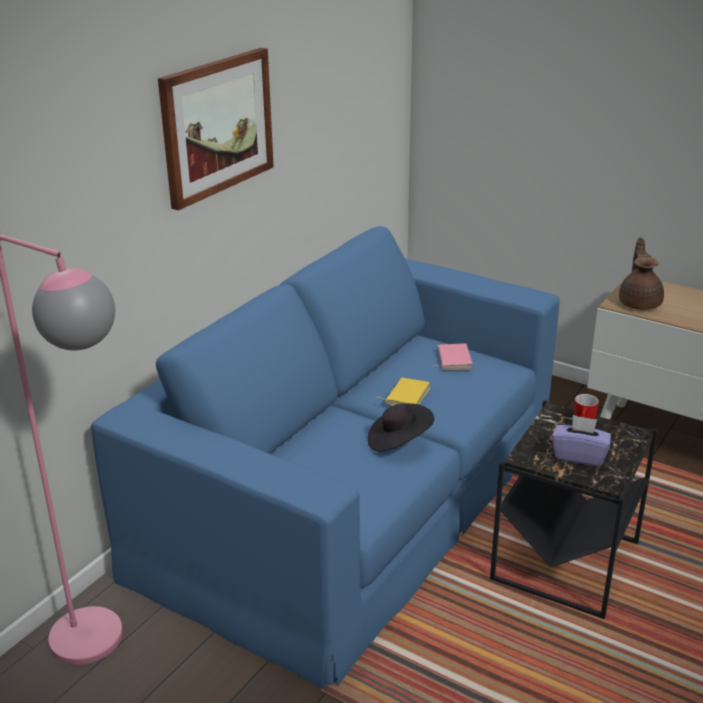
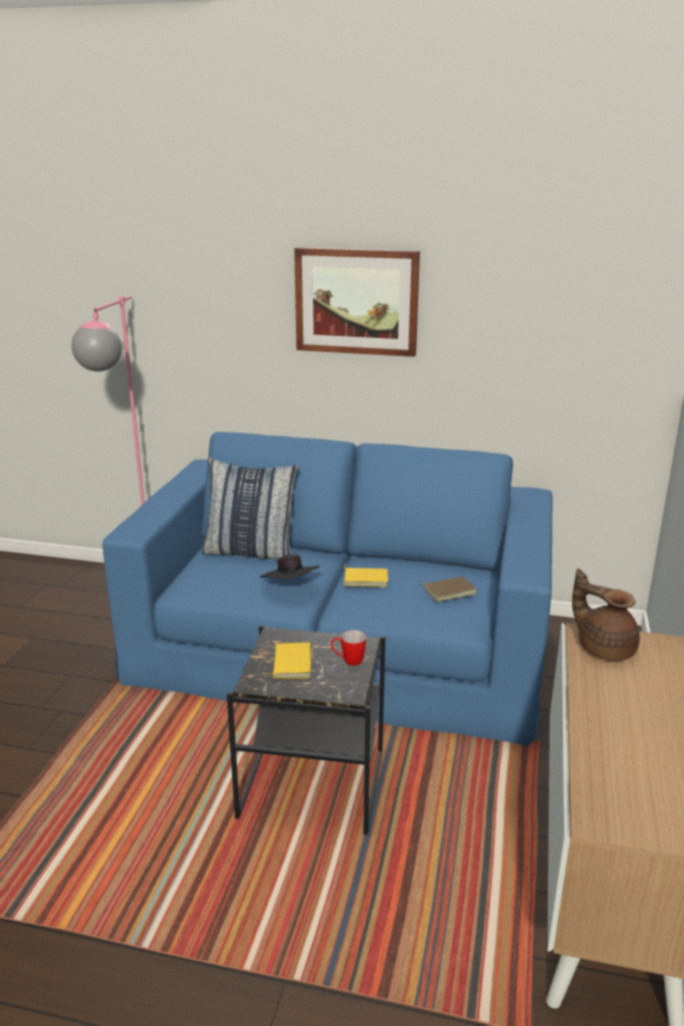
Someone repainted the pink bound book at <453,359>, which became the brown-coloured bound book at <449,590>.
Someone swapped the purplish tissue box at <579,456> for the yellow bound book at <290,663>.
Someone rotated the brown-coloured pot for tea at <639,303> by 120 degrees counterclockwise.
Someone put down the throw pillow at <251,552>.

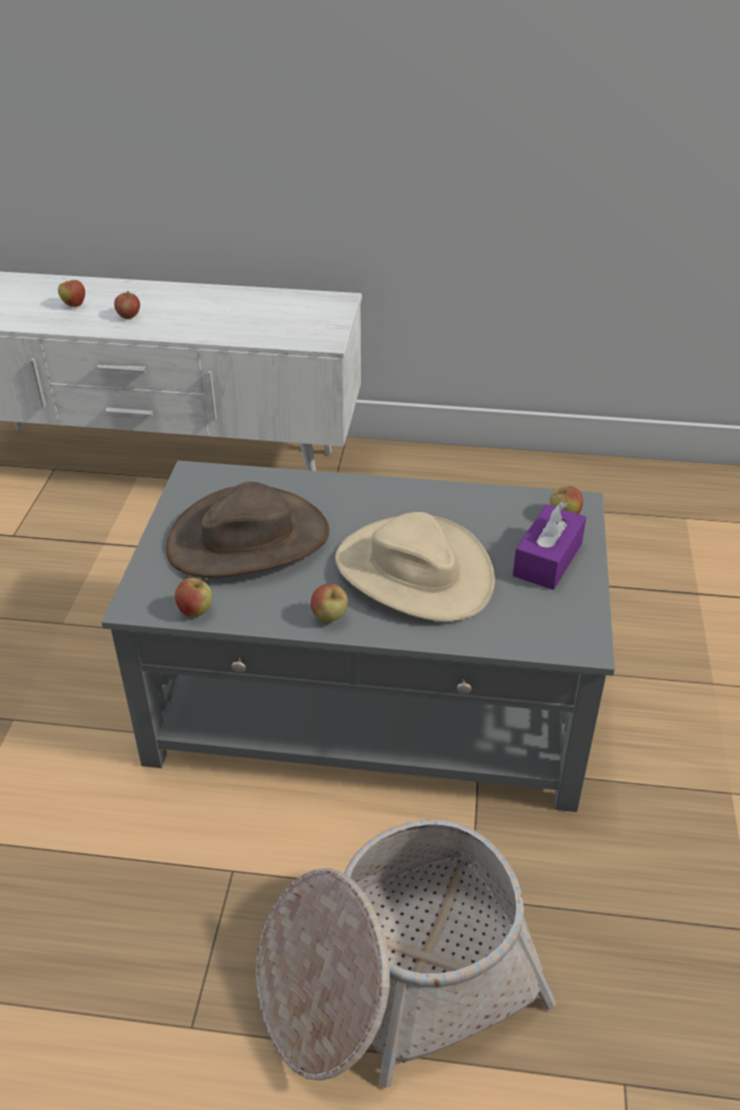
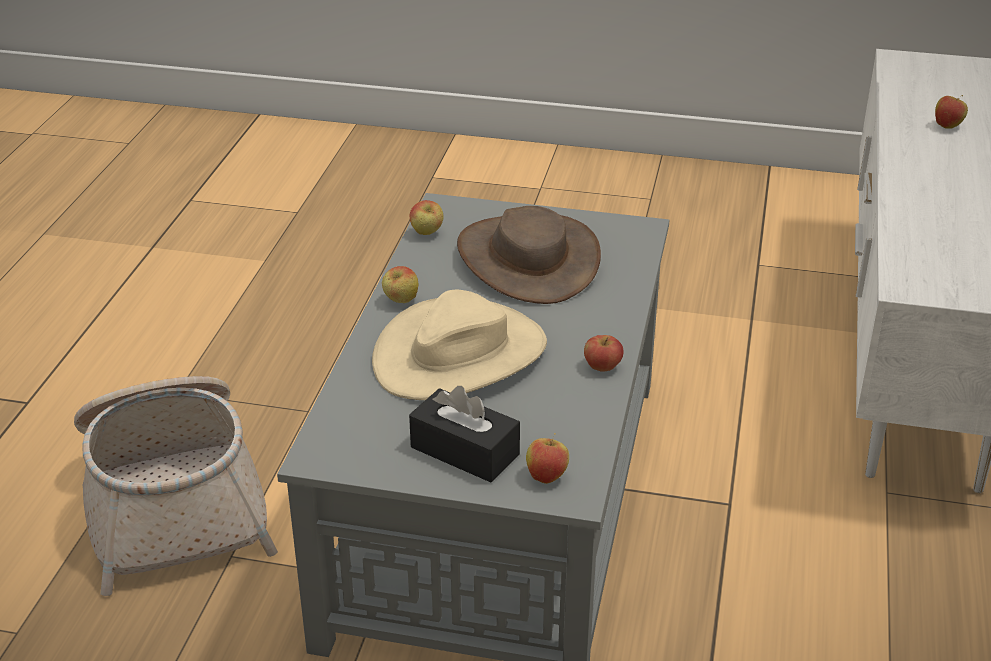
Someone carried the whole apple from <128,316> to <602,367>.
Someone repainted the purplish tissue box at <547,559>, which became the black tissue box at <464,451>.

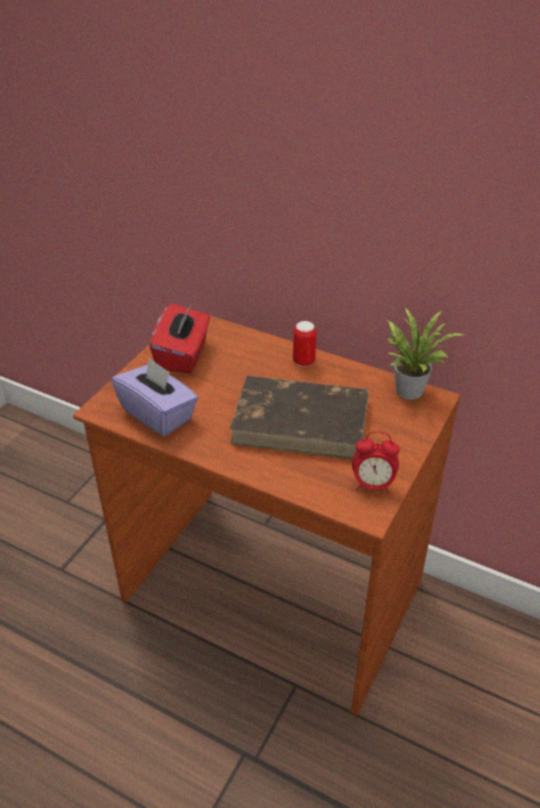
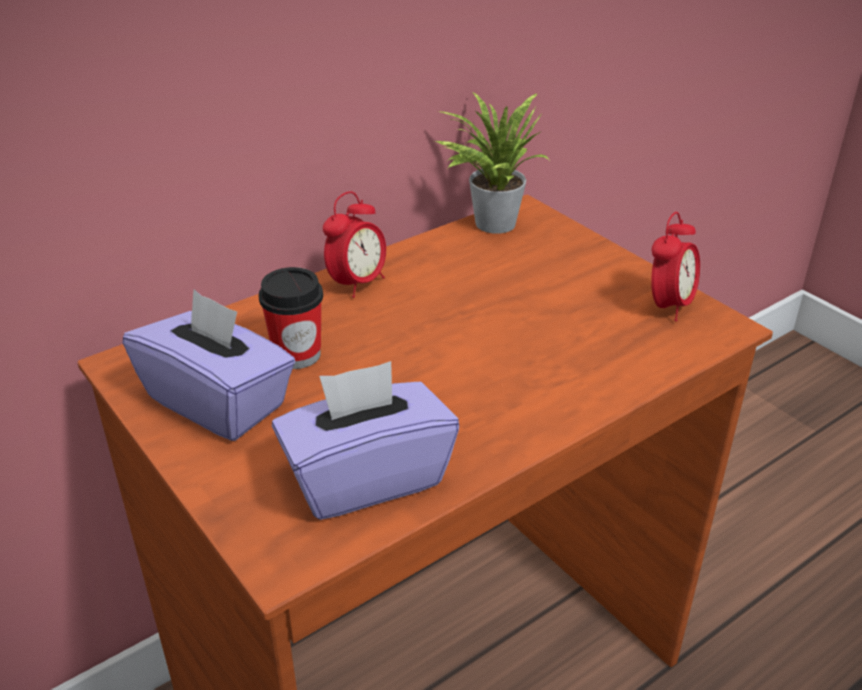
Someone repainted the red-coloured tissue box at <183,355>, which became the purplish tissue box at <218,401>.
Someone took away the brown-coloured bound book at <302,421>.
Someone swapped the can at <303,361> for the bedside clock at <357,284>.
Someone put down the small cup at <297,354>.

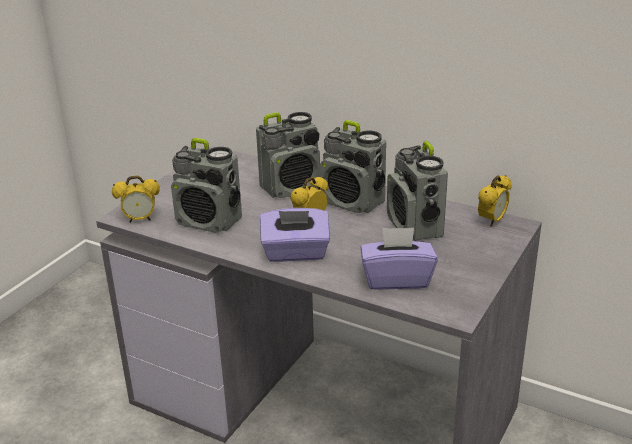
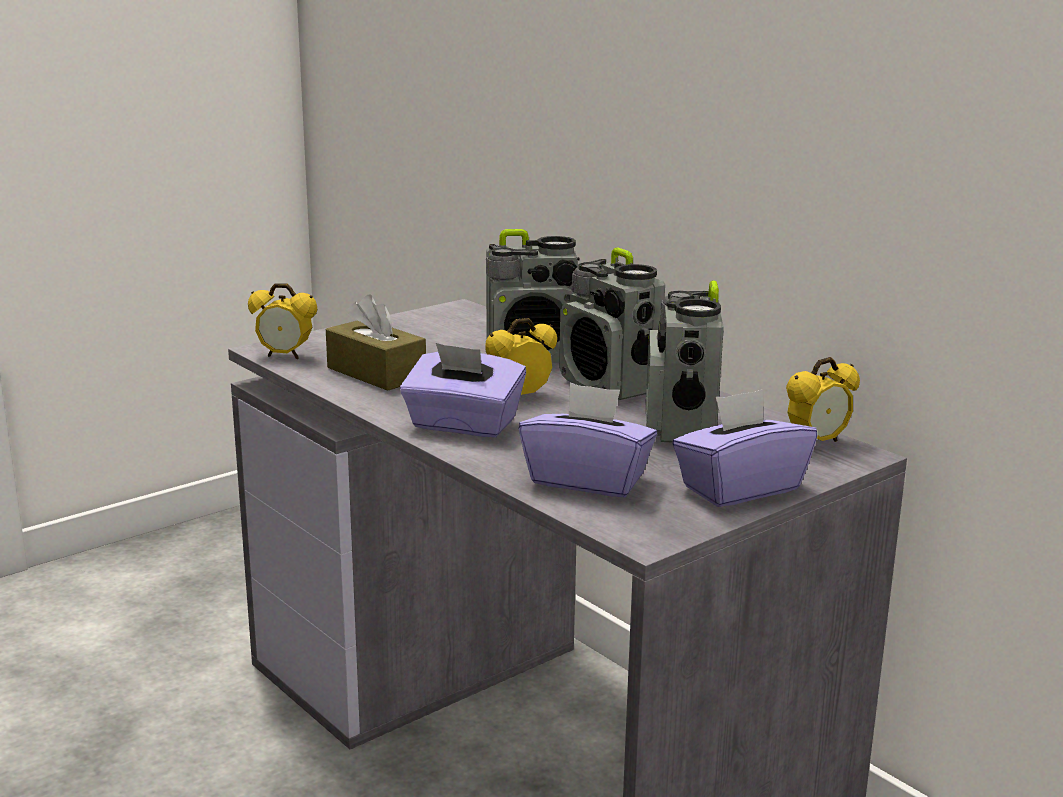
Someone swapped the radio set at <209,222> for the brown-coloured tissue box at <376,373>.
Someone put down the purplish tissue box at <739,488>.

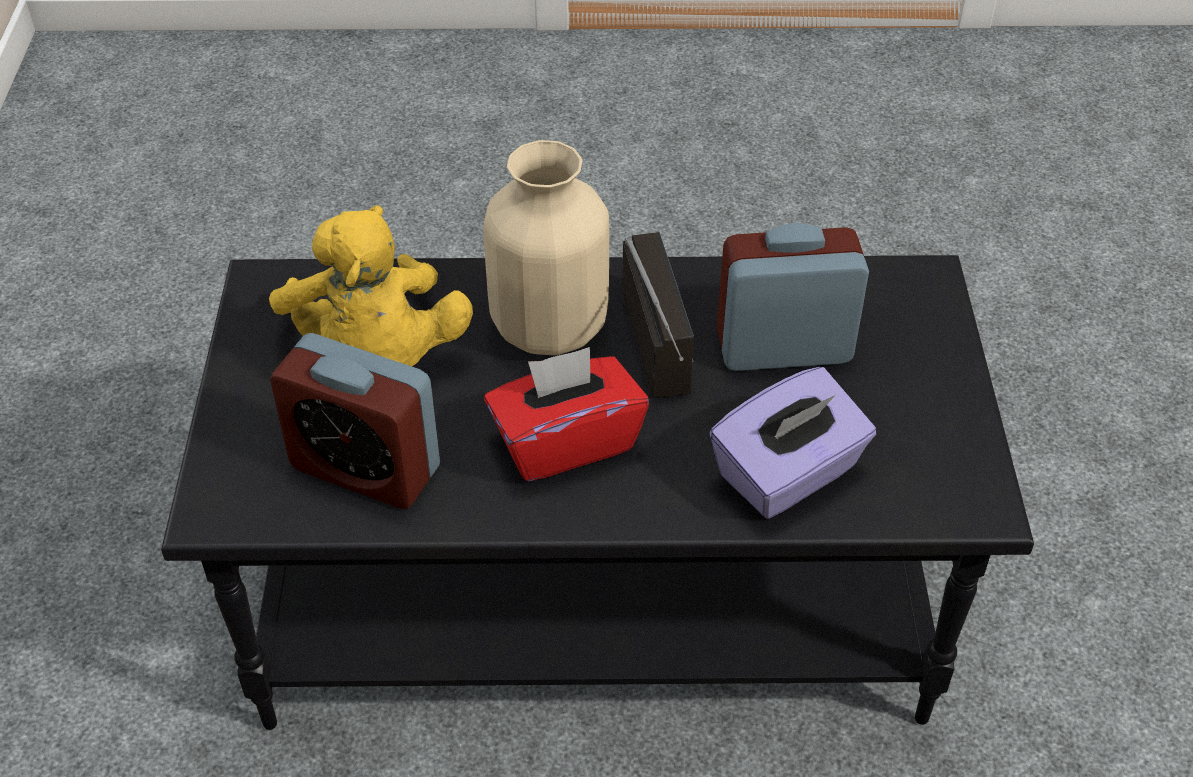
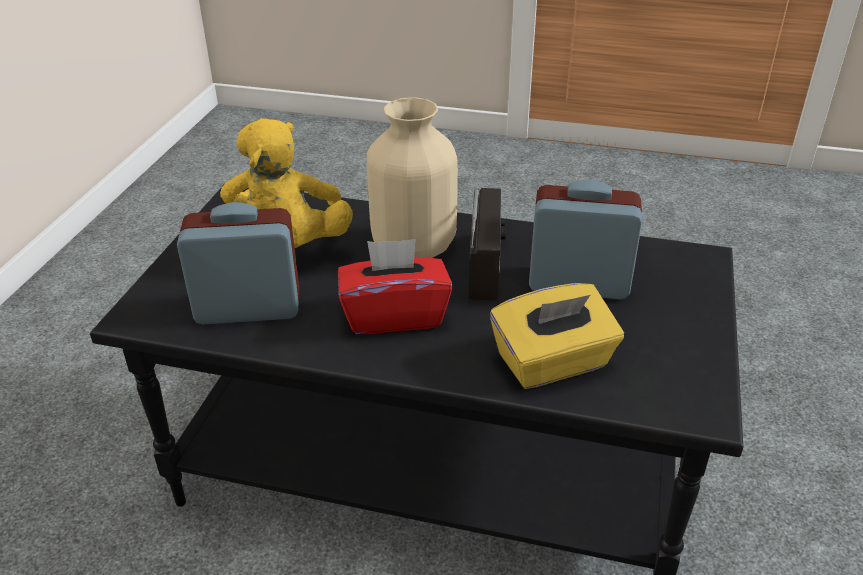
Someone rotated the bedside clock at <365,468> by 135 degrees clockwise.
Someone repainted the purplish tissue box at <788,474>, which became the yellow tissue box at <553,363>.

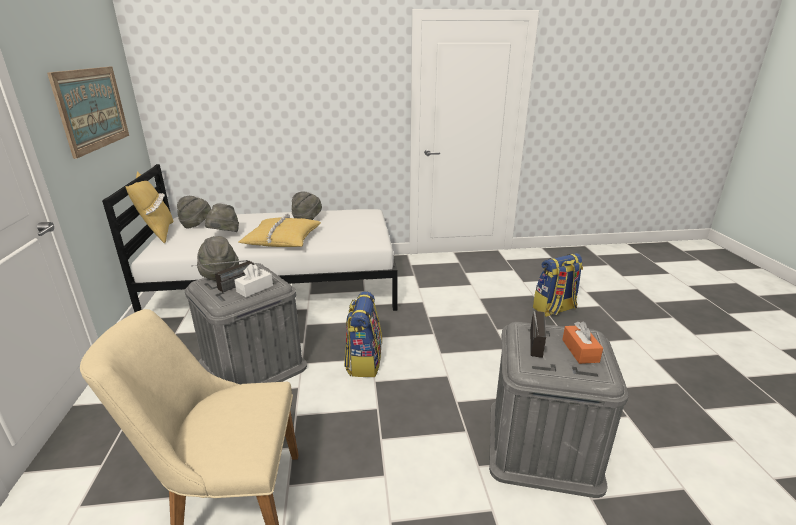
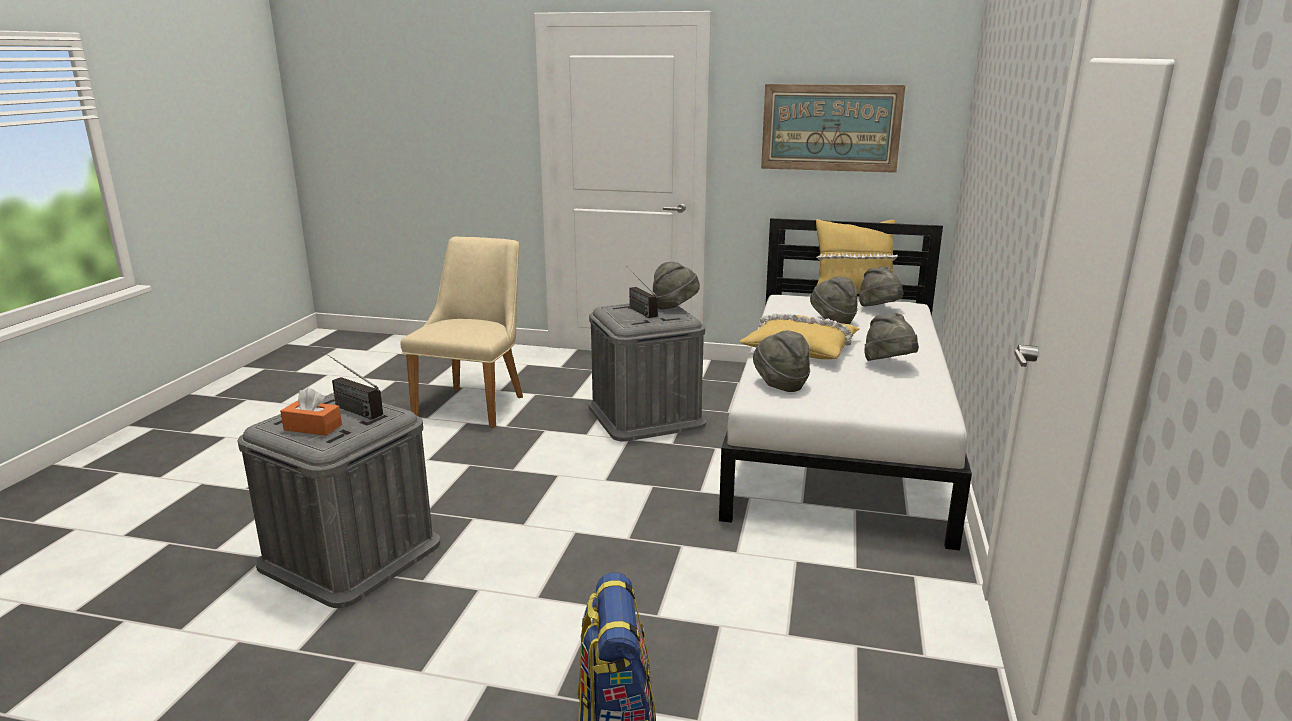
Someone took away the white tissue box at <255,288>.
Someone took away the backpack at <364,362>.
Someone put down the gray hat at <780,385>.

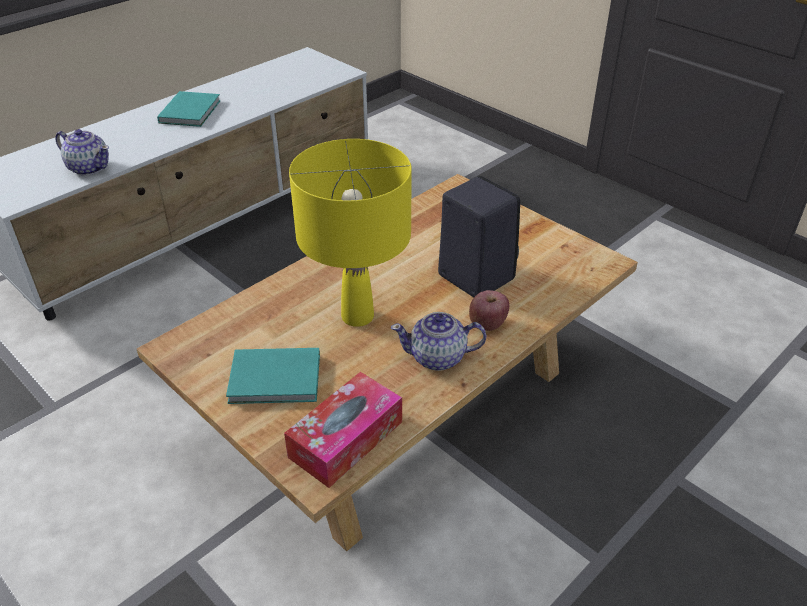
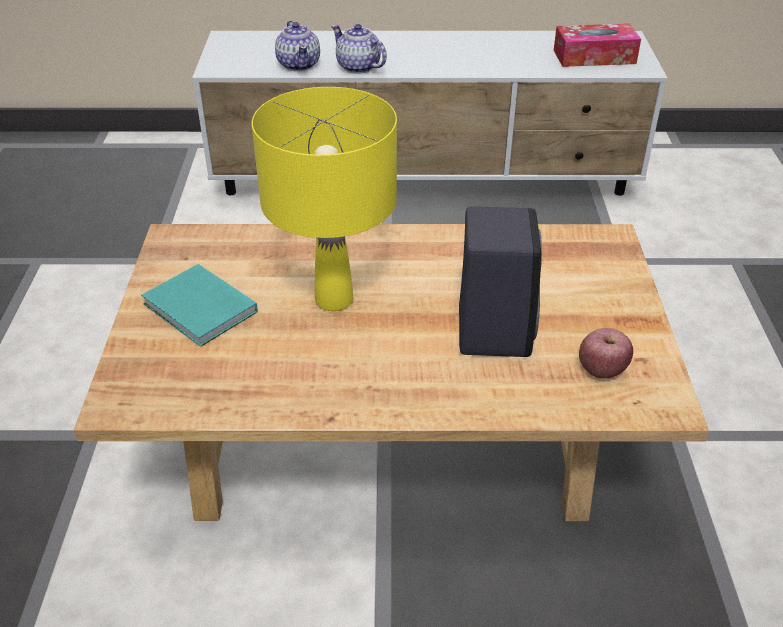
Someone took away the turquoise-coloured bound book at <191,111>.
Someone carried the tissue box from <346,439> to <594,57>.
Someone carried the pot for tea from <438,357> to <358,67>.
Someone carried the whole apple from <487,324> to <601,370>.

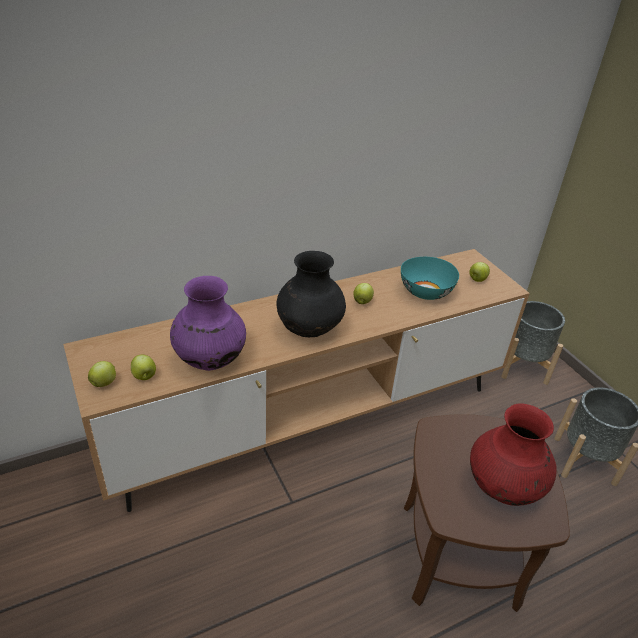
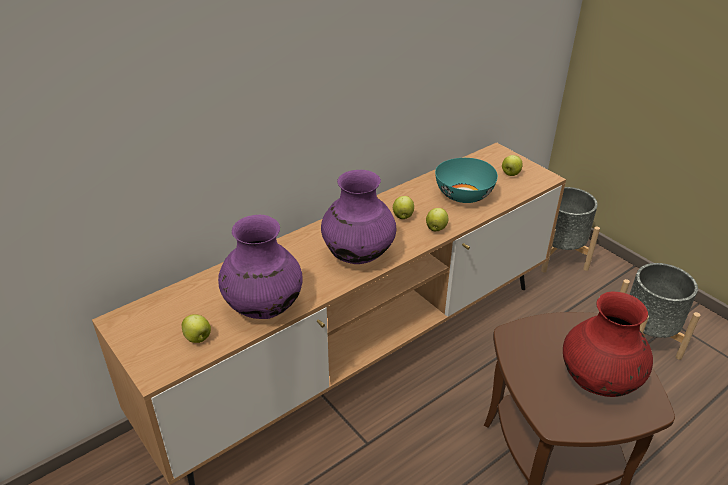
Someone carried the whole apple from <104,383> to <436,228>.
Someone repainted the black vase at <309,329>, which became the purplish vase at <358,255>.

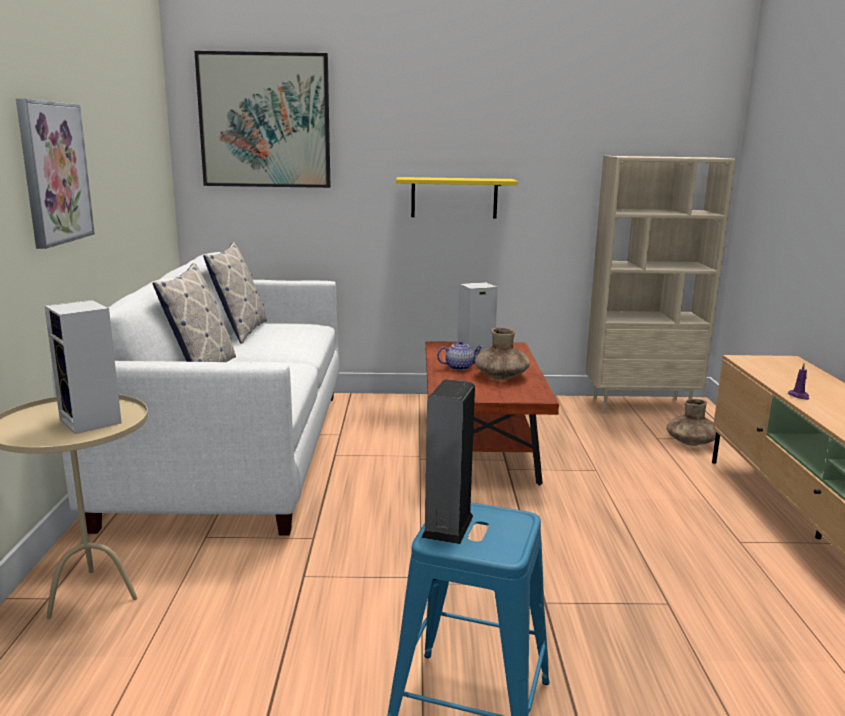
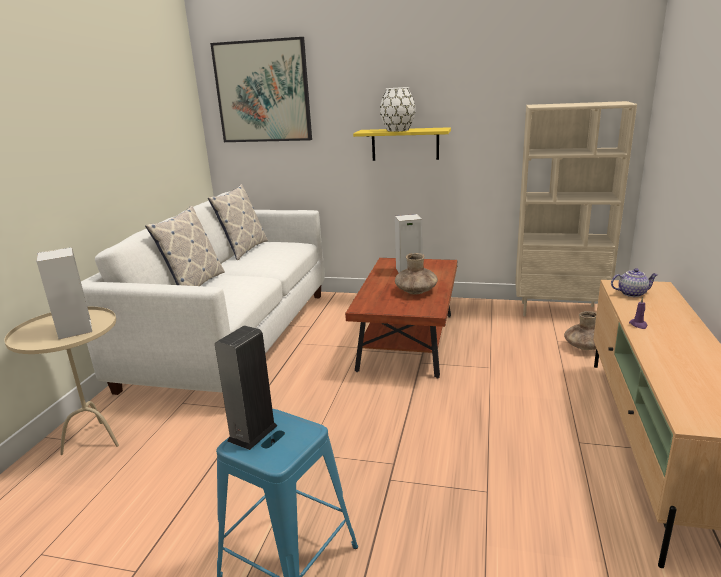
Someone took away the wall art at <54,173>.
Someone carried the pot for tea from <459,367> to <632,293>.
Someone put down the white vase at <398,130>.

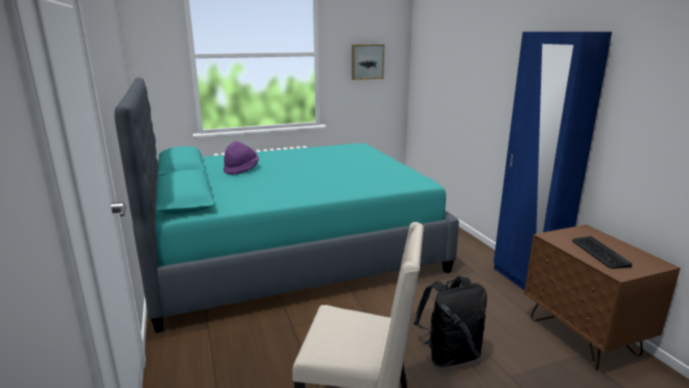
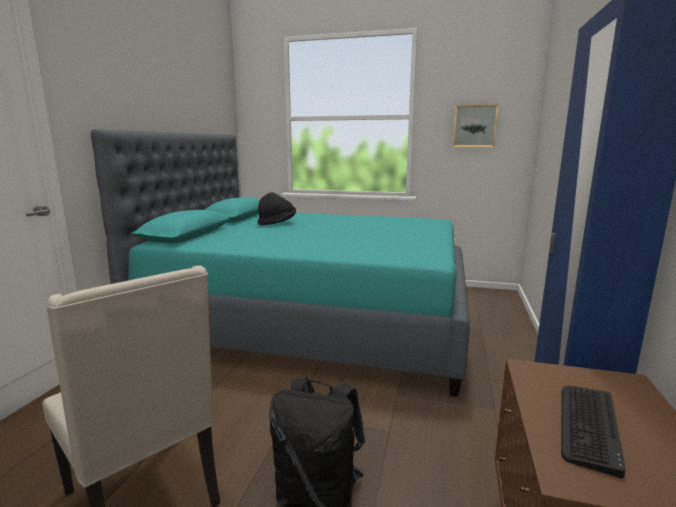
Someone repainted the purplish hat at <241,170>, which became the black hat at <277,223>.

